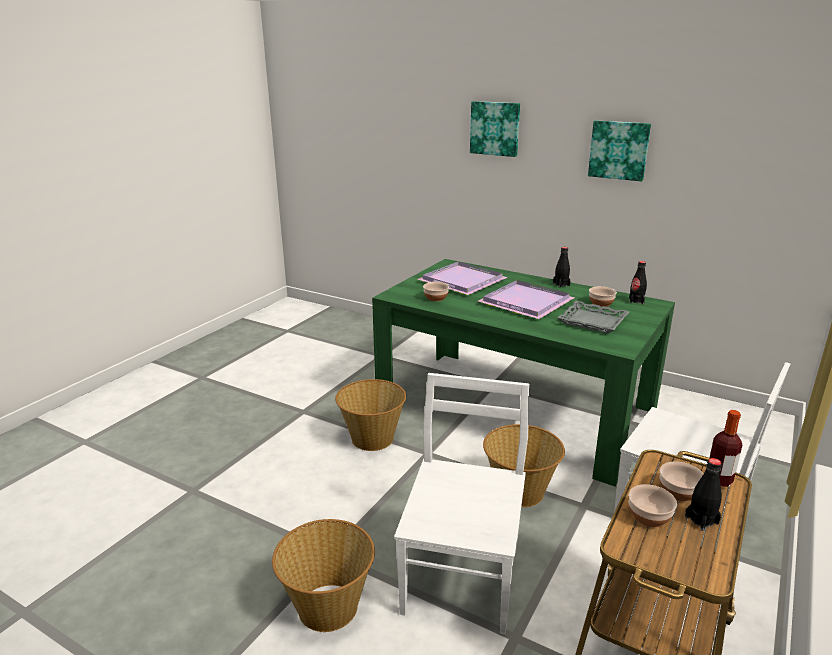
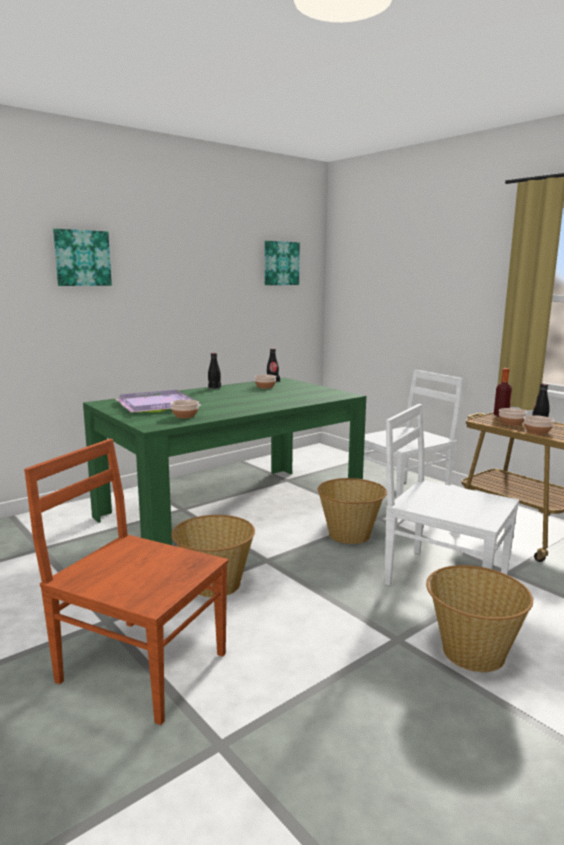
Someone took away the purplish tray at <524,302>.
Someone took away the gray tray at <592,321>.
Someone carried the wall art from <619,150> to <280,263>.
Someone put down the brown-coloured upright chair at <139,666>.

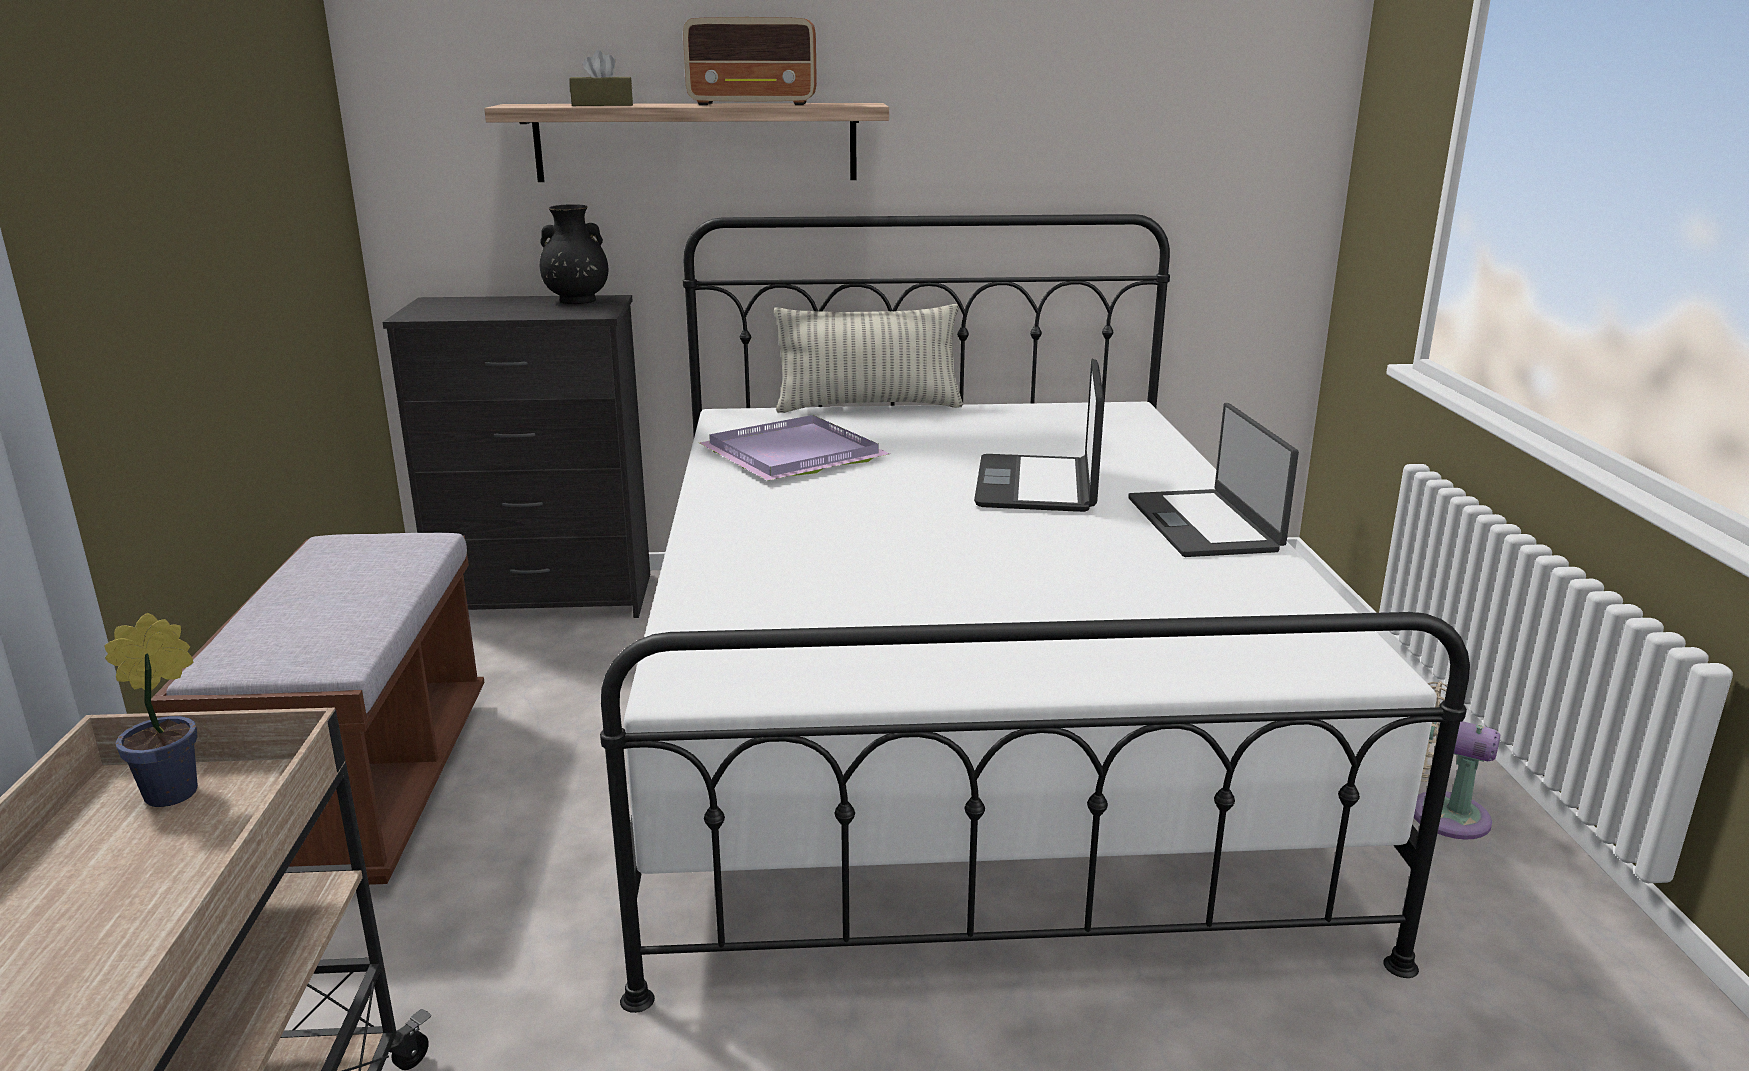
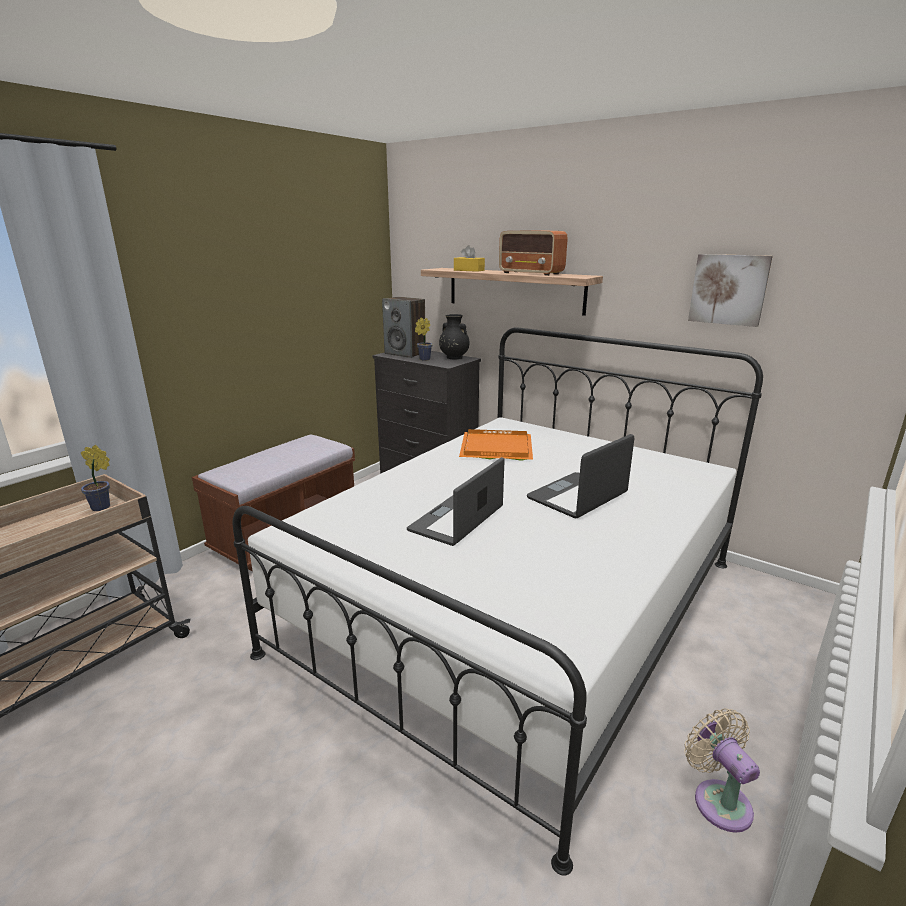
Someone repainted the brown-coloured tissue box at <602,105>, which became the yellow tissue box at <469,270>.
Someone repainted the purplish tray at <789,454>, which became the orange tray at <495,447>.
Someone took away the throw pillow at <868,406>.
Someone carried the portable computer from <1205,524> to <457,519>.
Someone put down the loudspeaker at <405,353>.
Someone put down the houseplant at <423,359>.
Someone put up the wall art at <728,289>.

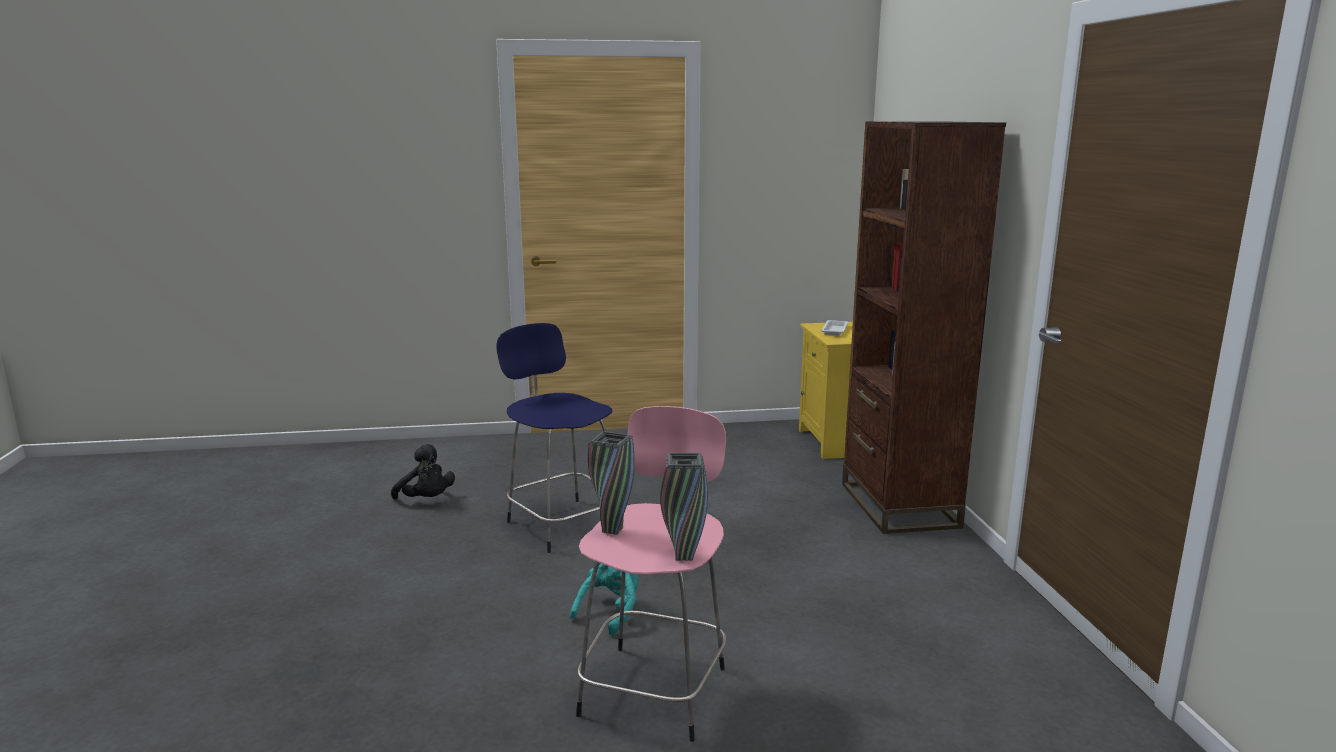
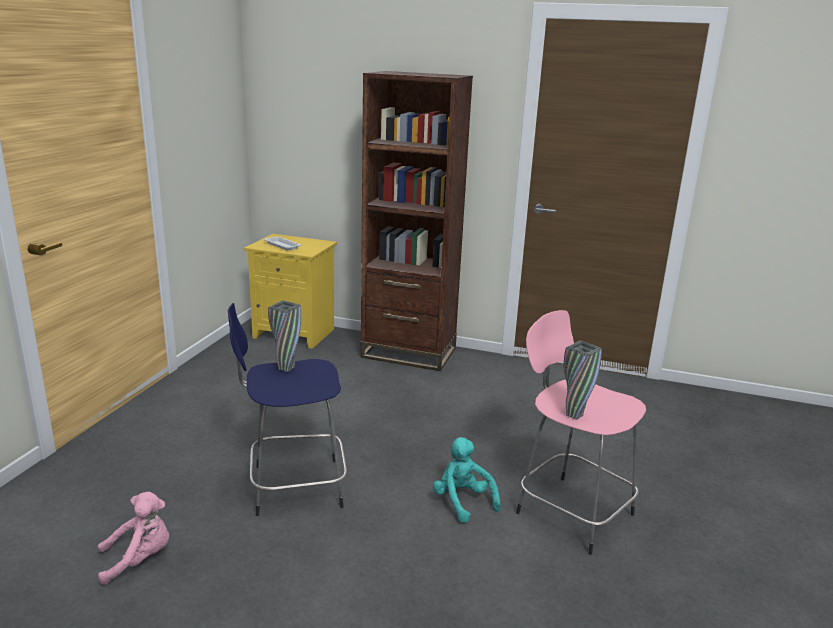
Someone repainted the black cuddly toy at <426,500>, which became the pink cuddly toy at <139,559>.
Someone carried the gray vase from <683,556> to <286,368>.

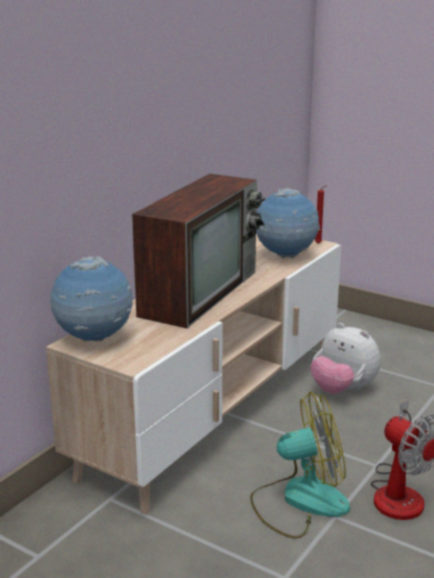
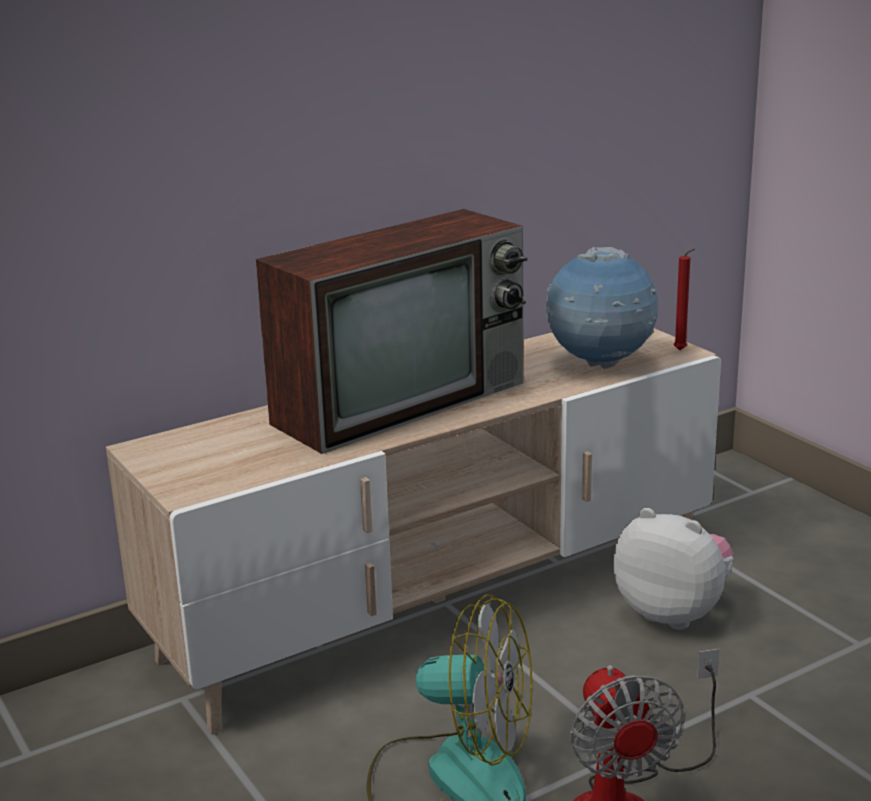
Someone took away the globe at <94,340>.
Someone rotated the cuddly toy at <343,390> by 150 degrees clockwise.

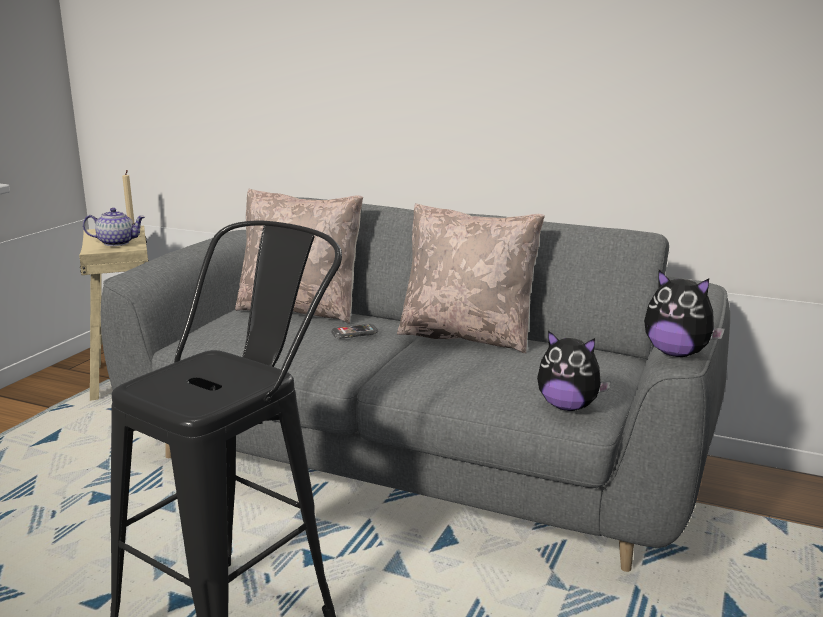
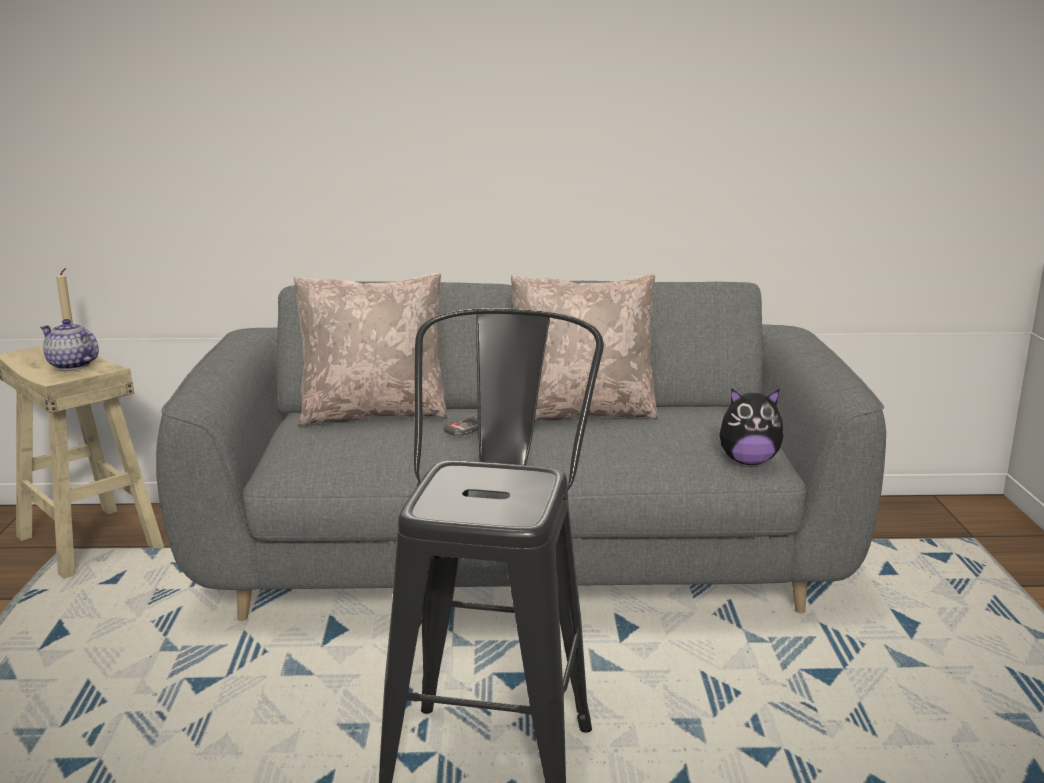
Someone rotated the pot for tea at <117,243> by 120 degrees counterclockwise.
Someone took away the cuddly toy at <677,353>.

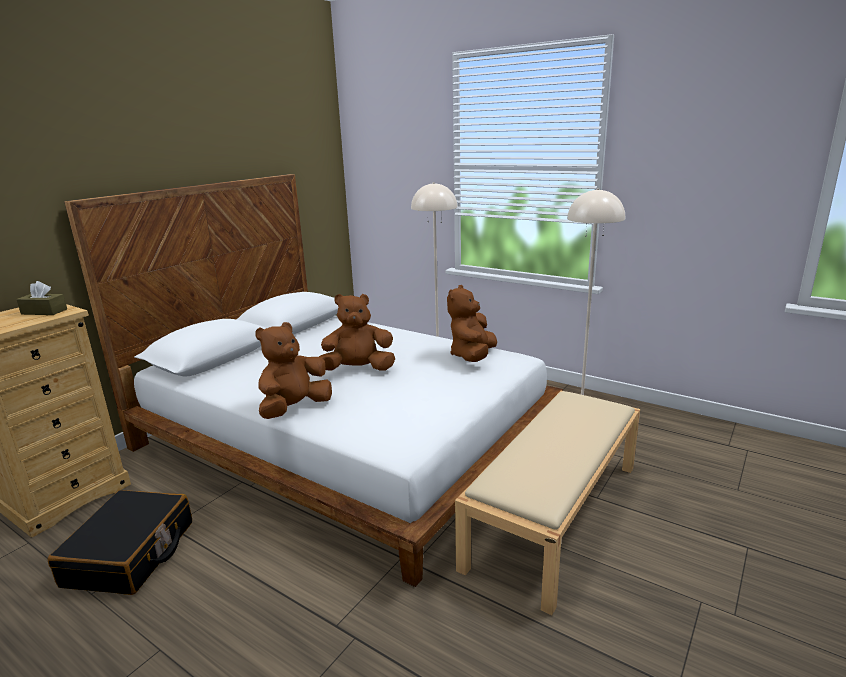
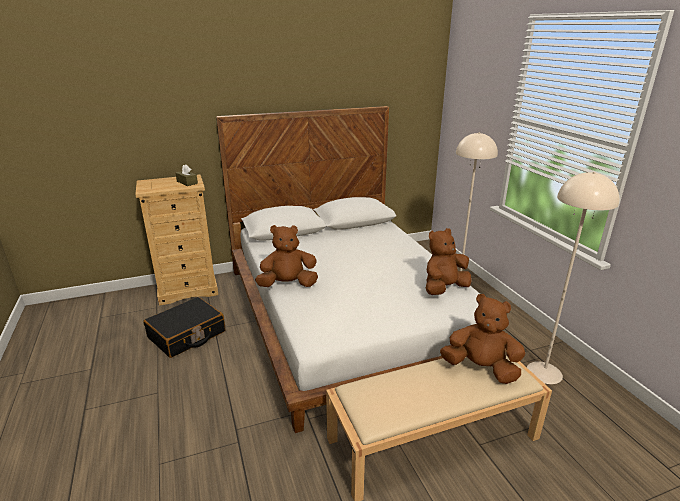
Someone carried the brown-coloured cuddly toy from <358,370> to <481,368>.

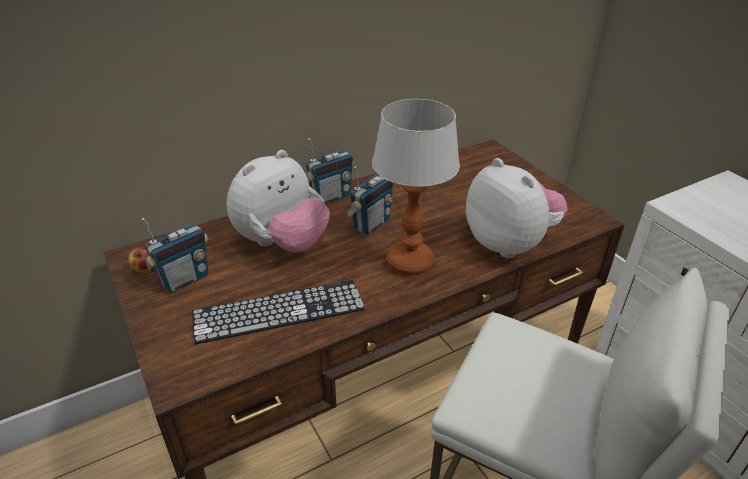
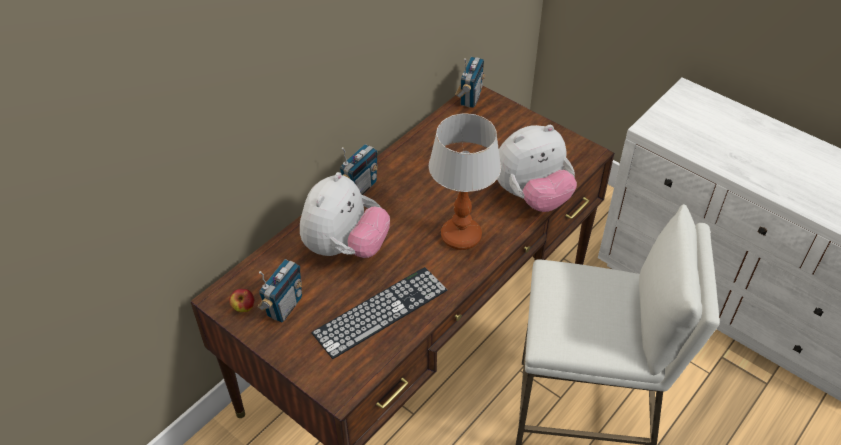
Someone carried the radio set from <371,224> to <470,98>.
Someone rotated the cuddly toy at <509,243> by 120 degrees clockwise.

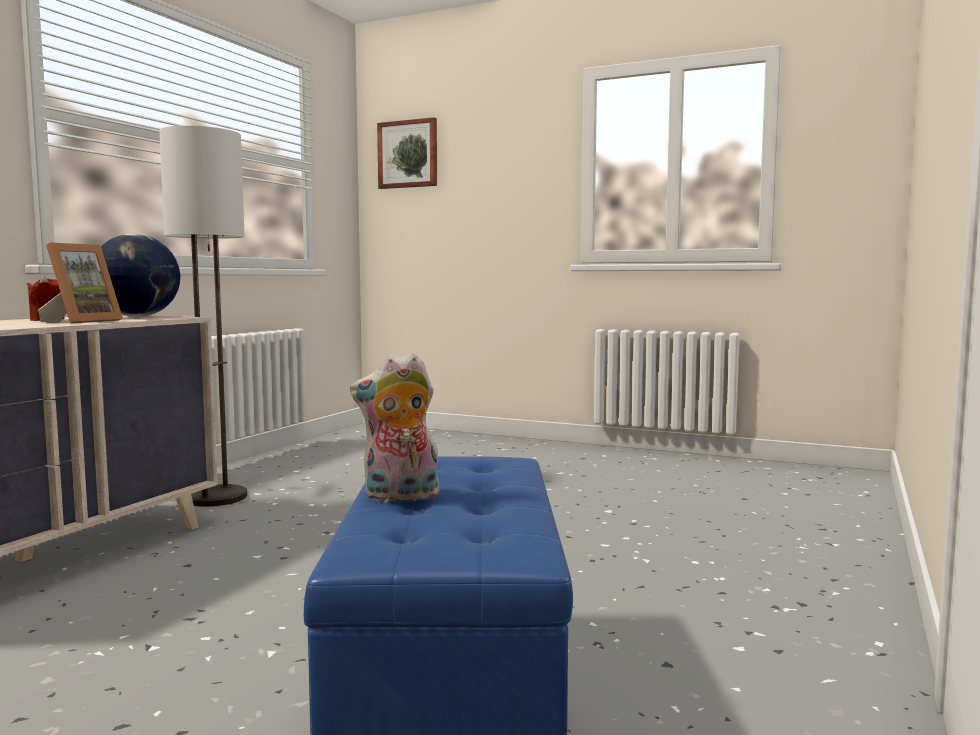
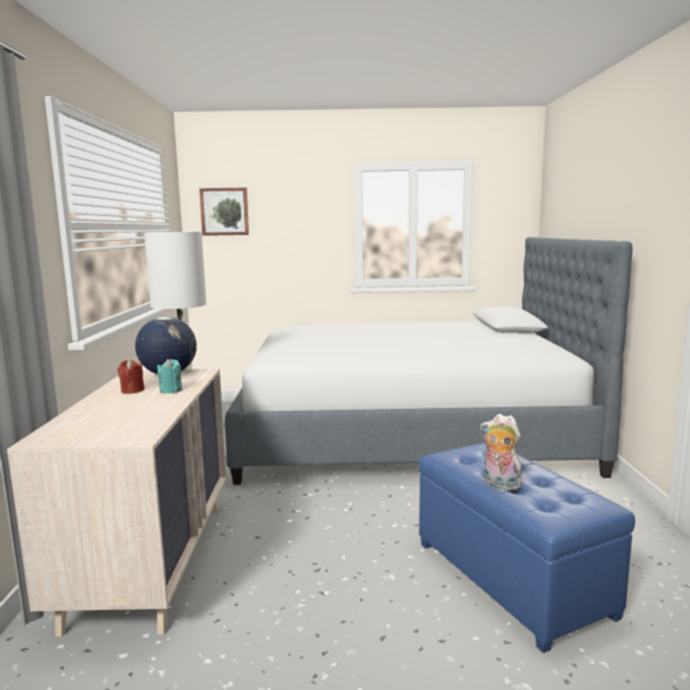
Someone swapped the picture frame at <81,321> for the turquoise-coloured wax candle at <171,390>.
Someone rotated the cuddly toy at <400,497> by 75 degrees clockwise.
Someone put down the sleeping bed at <407,433>.

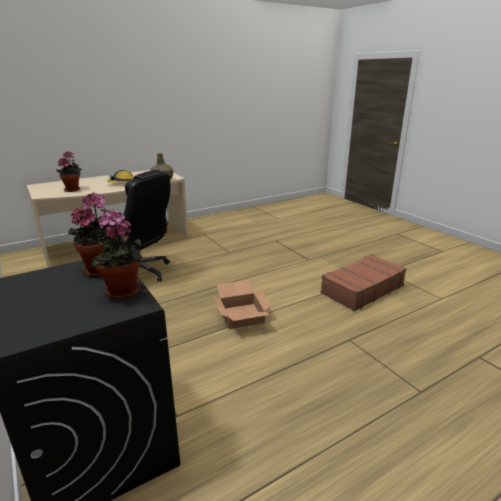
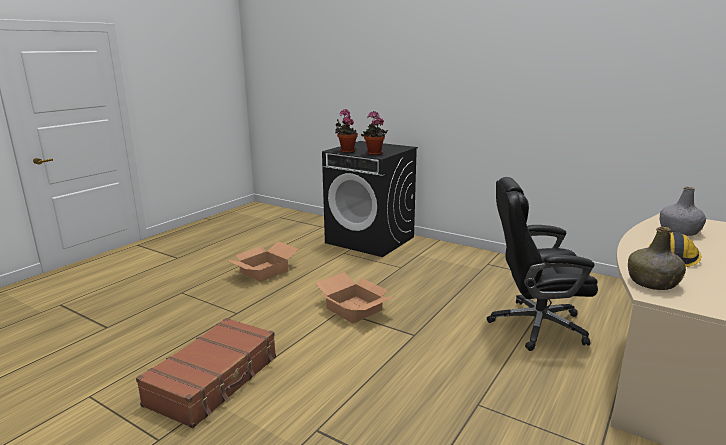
Someone swapped the houseplant at <73,189> for the gray beverage bottle at <679,232>.
Someone put down the carton at <264,272>.

